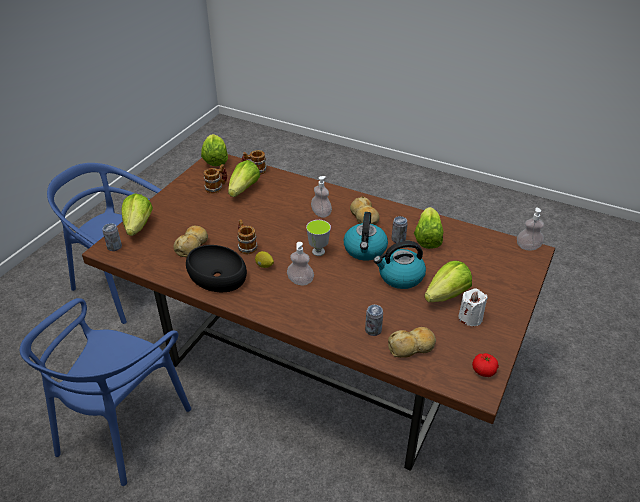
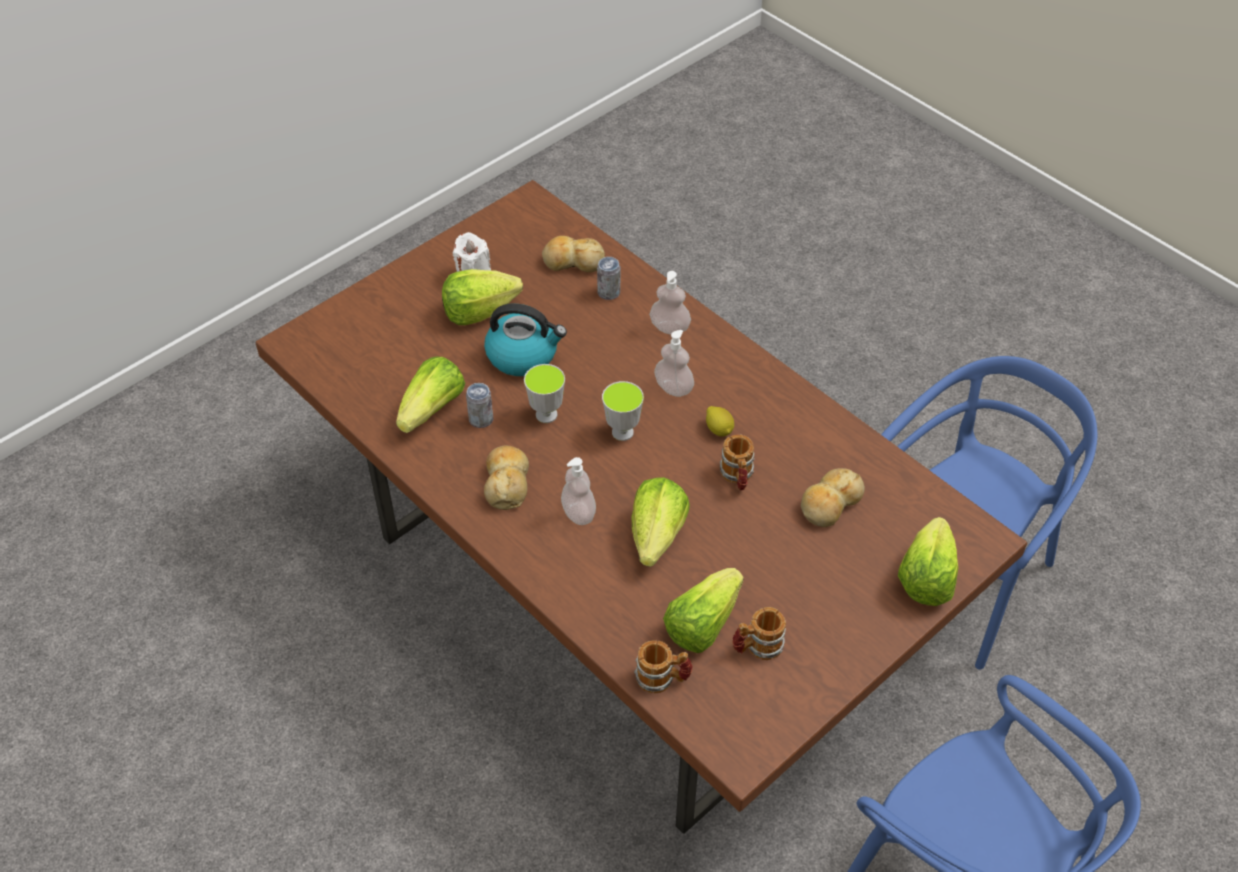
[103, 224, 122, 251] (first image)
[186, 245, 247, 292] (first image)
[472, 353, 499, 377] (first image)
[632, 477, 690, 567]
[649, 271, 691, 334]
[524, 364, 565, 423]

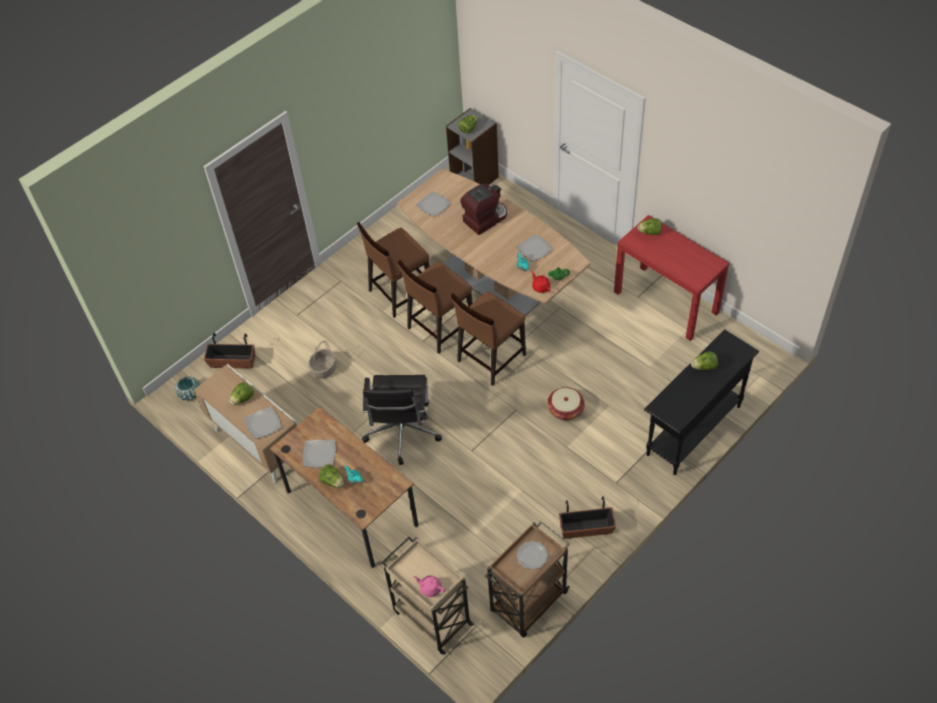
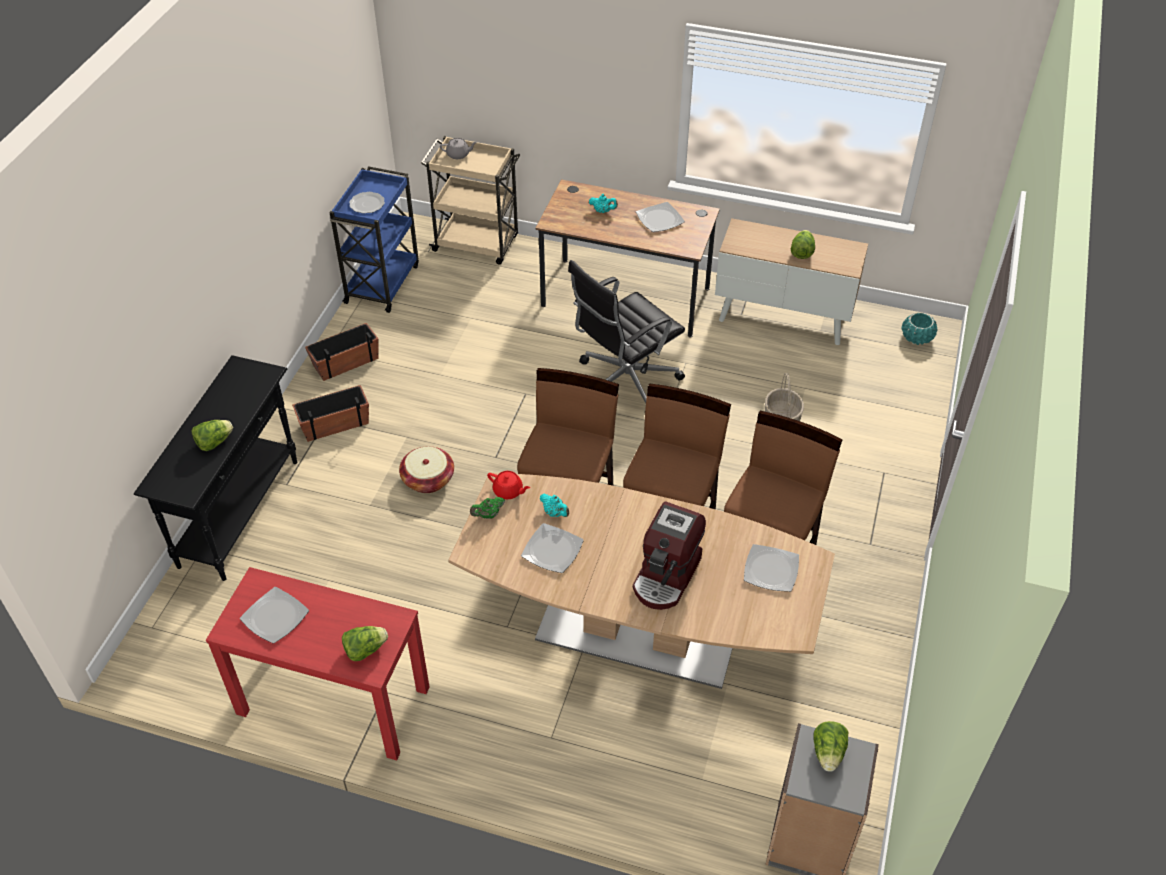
[319, 464, 344, 488] (first image)
[292, 385, 369, 442]
[240, 587, 309, 643]
[440, 138, 477, 159]
[329, 166, 419, 313]
[568, 260, 685, 403]

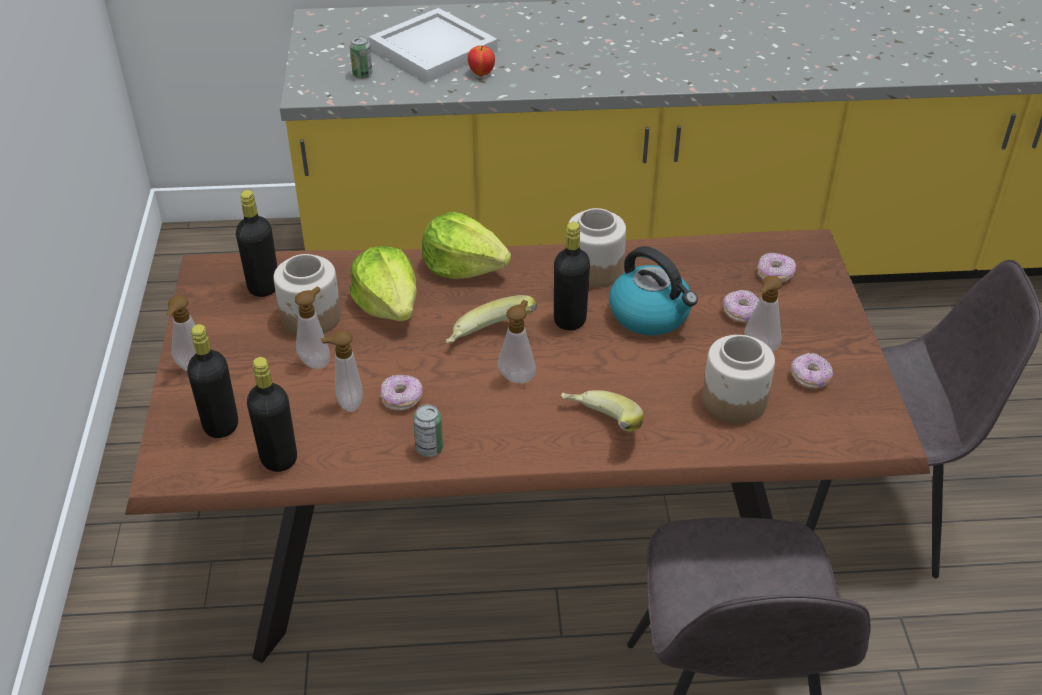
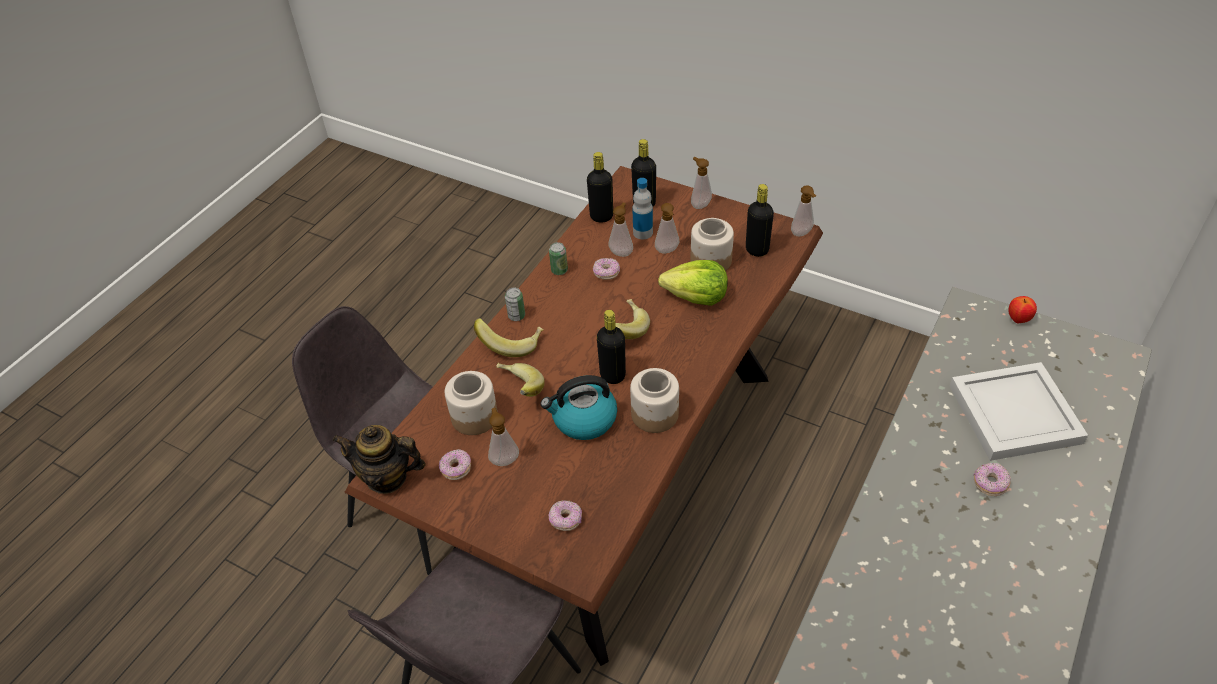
[422, 212, 511, 279] (first image)
[332, 425, 426, 494]
[496, 363, 545, 397]
[632, 178, 653, 239]
[505, 288, 525, 321]
[1009, 296, 1037, 323]
[791, 185, 816, 236]
[973, 463, 1011, 496]

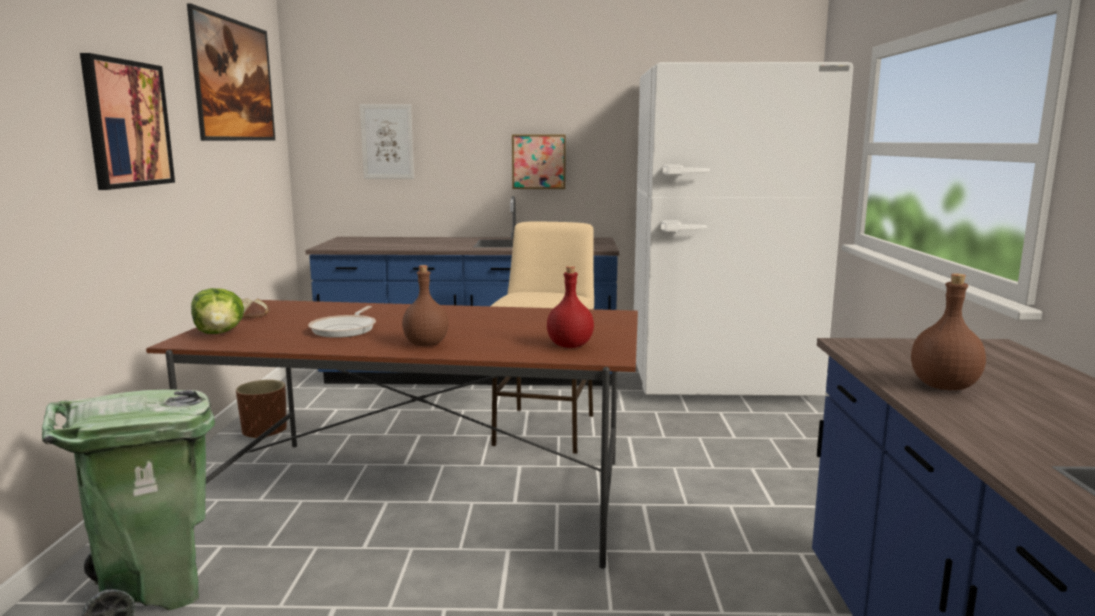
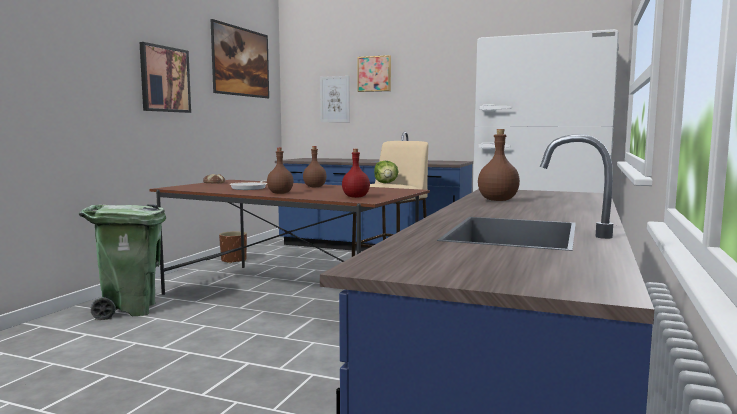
[303, 146, 327, 187]
[374, 161, 398, 183]
[357, 55, 391, 92]

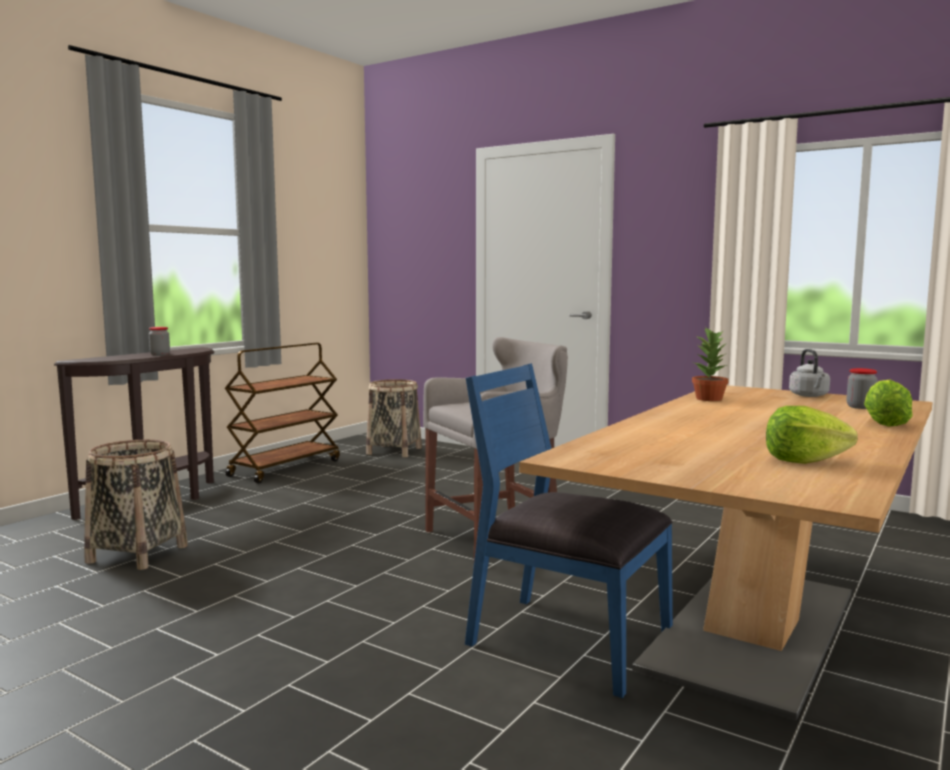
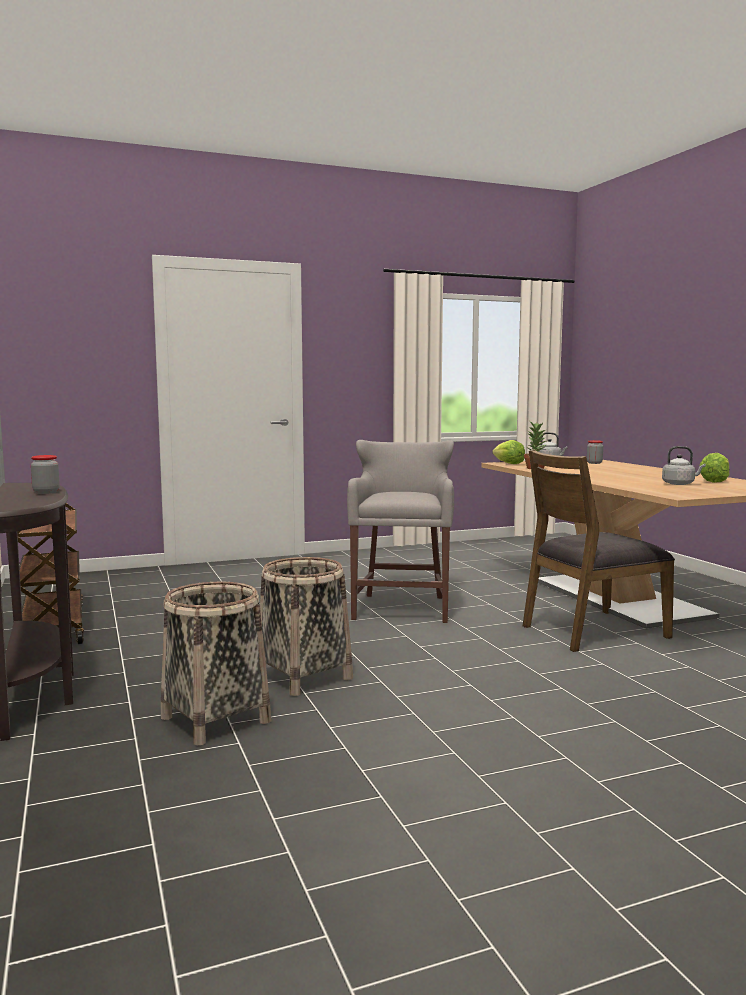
[662, 446, 706, 485]
[260, 557, 353, 696]
[492, 440, 525, 464]
[523, 449, 675, 652]

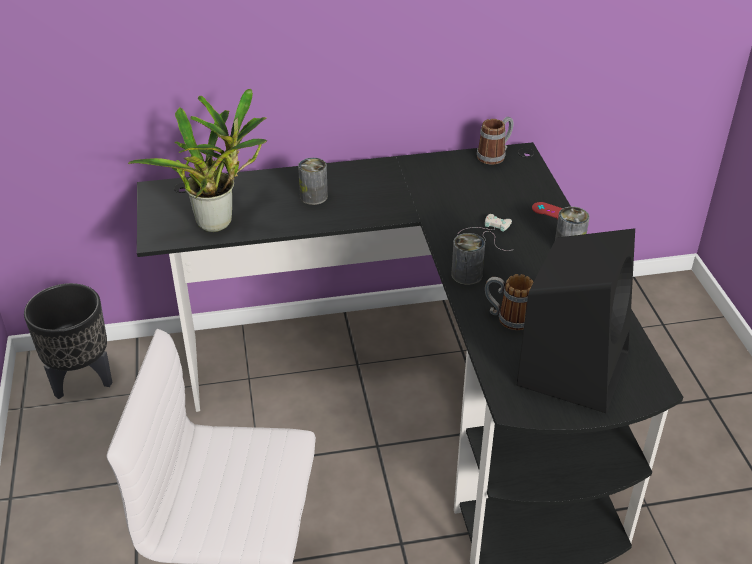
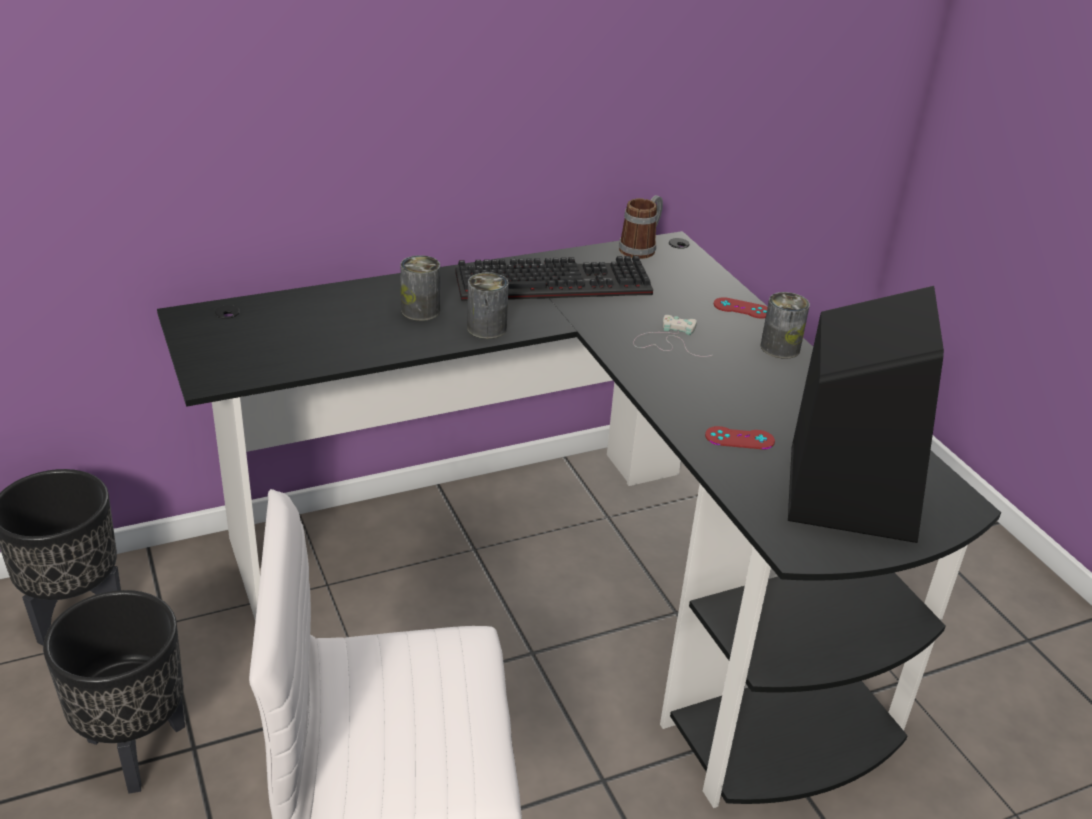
[128, 89, 267, 232] (first image)
[43, 590, 185, 794]
[455, 256, 653, 301]
[467, 272, 509, 339]
[705, 426, 775, 449]

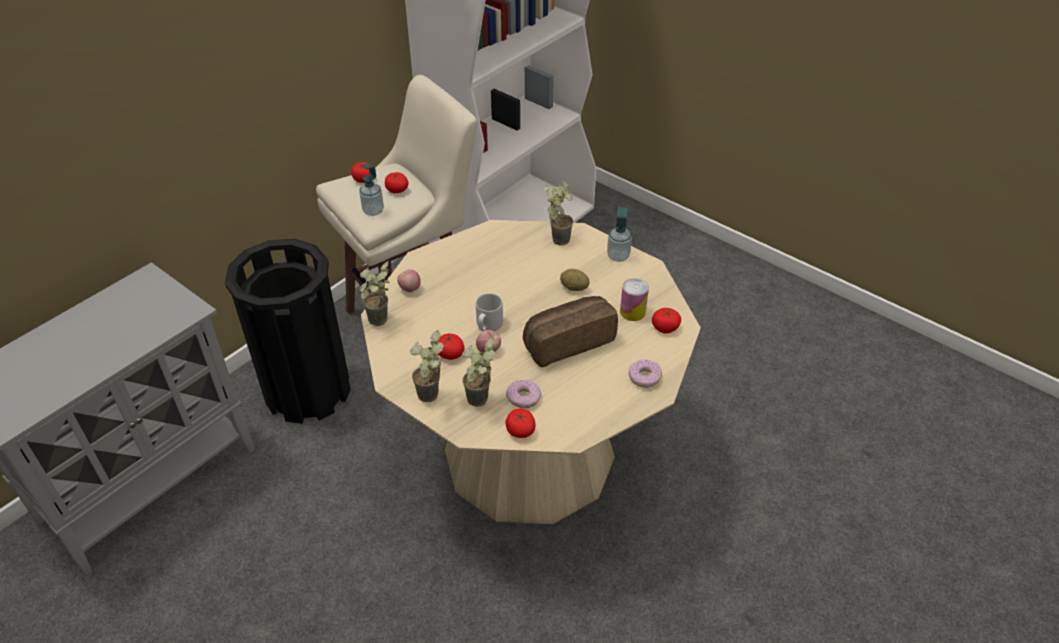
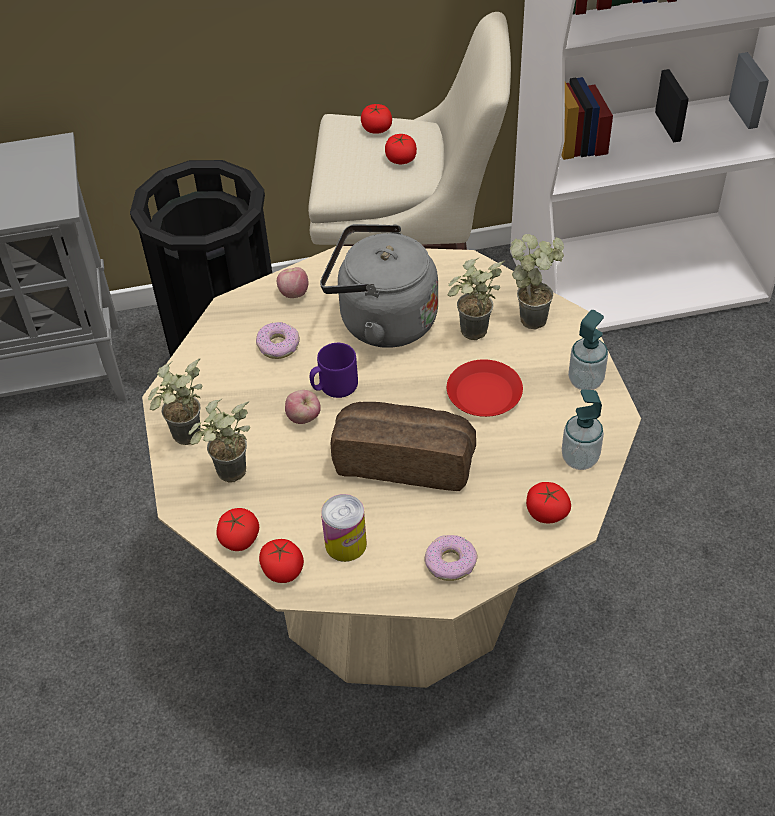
[320, 224, 438, 348]
[562, 389, 604, 470]
[448, 257, 505, 340]
[259, 539, 304, 583]
[256, 322, 300, 359]
[321, 494, 367, 562]
[447, 359, 523, 417]
[310, 343, 358, 398]

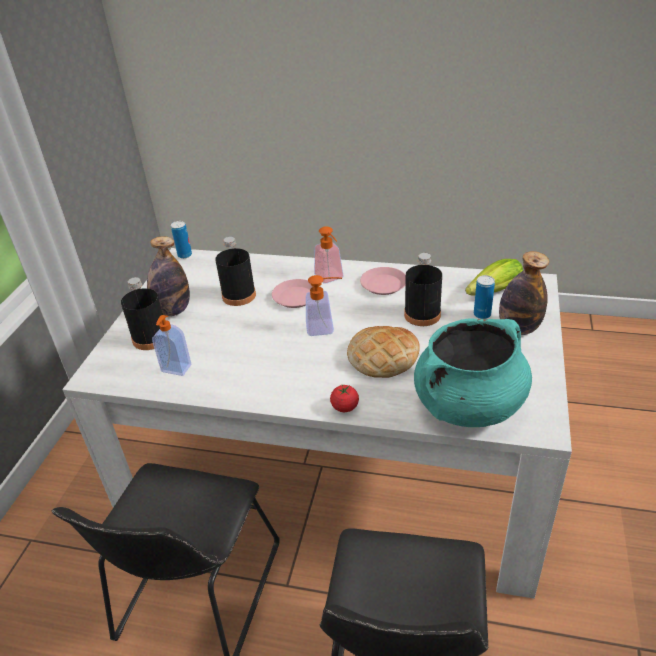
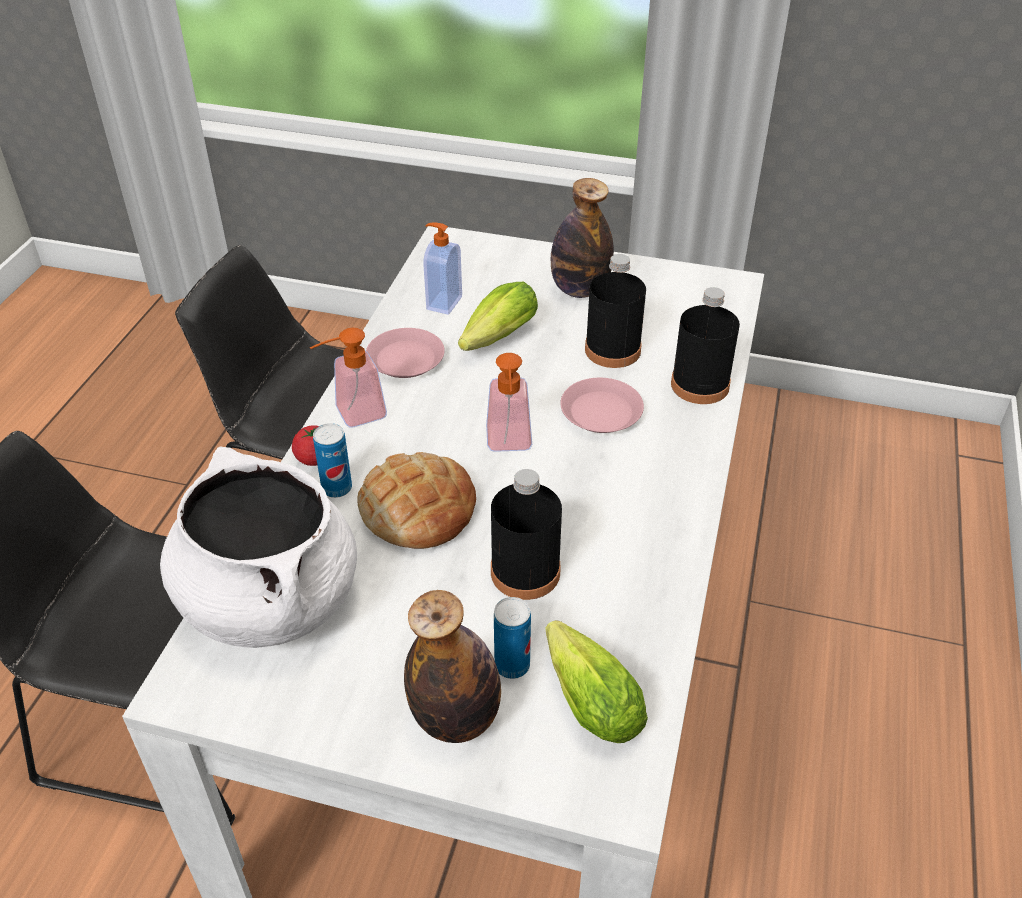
[458, 282, 538, 351]
[671, 287, 740, 404]
[313, 423, 352, 498]
[310, 328, 387, 428]
[366, 328, 445, 378]
[160, 446, 357, 648]

